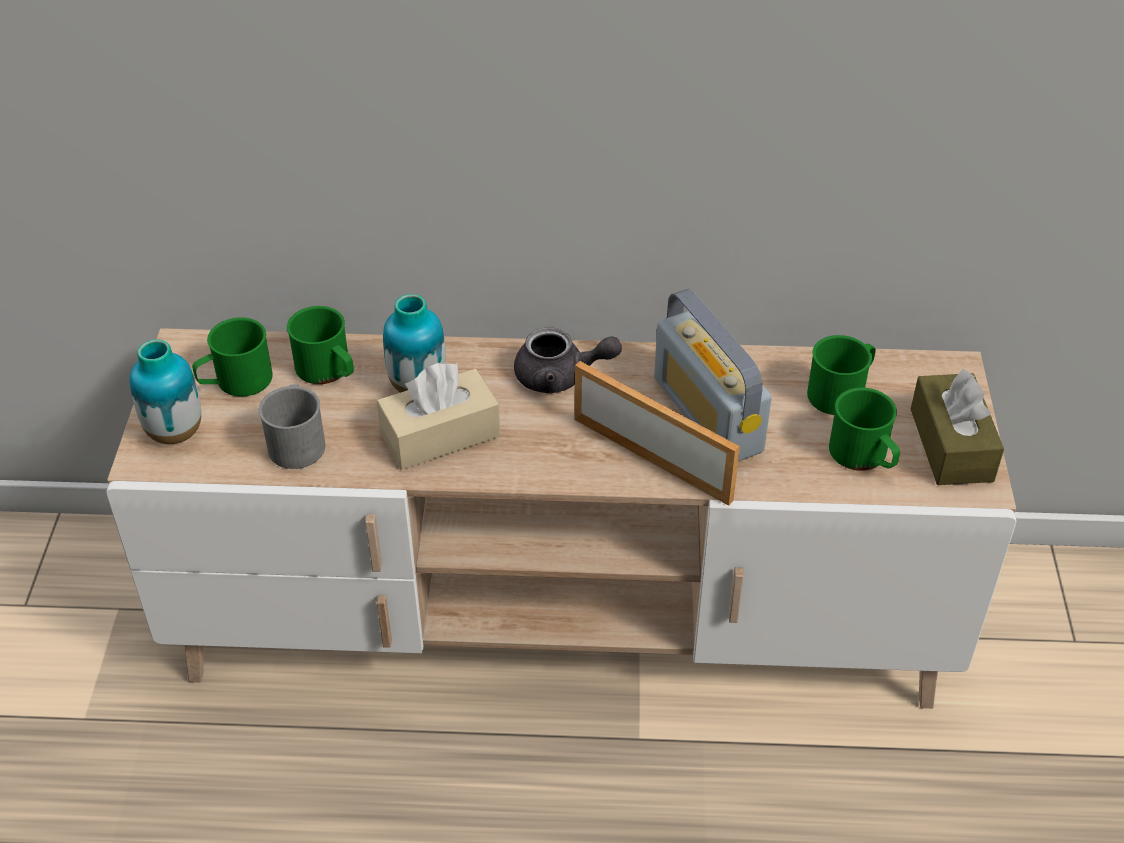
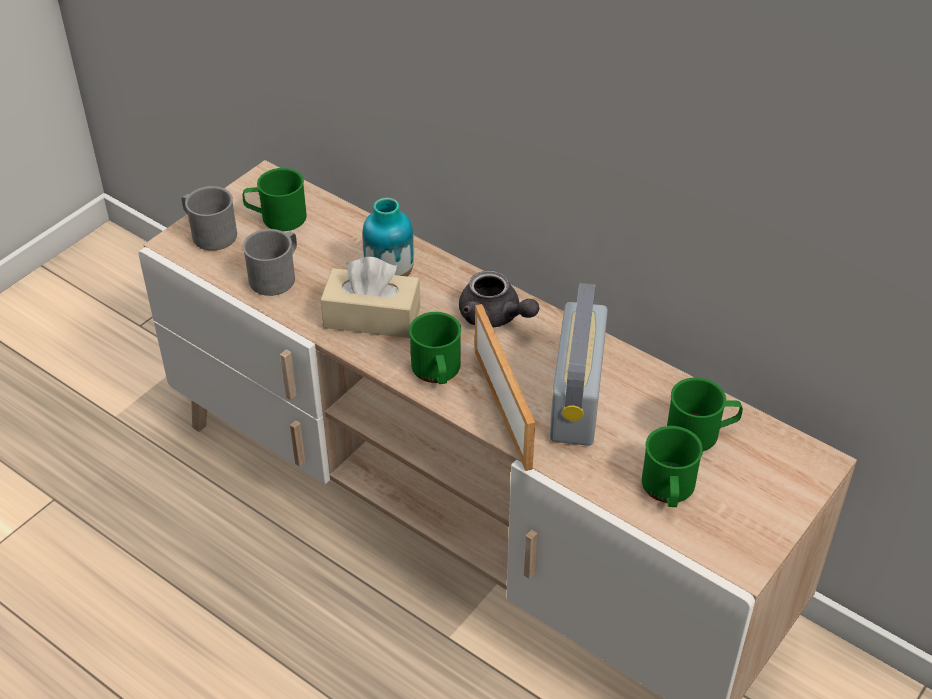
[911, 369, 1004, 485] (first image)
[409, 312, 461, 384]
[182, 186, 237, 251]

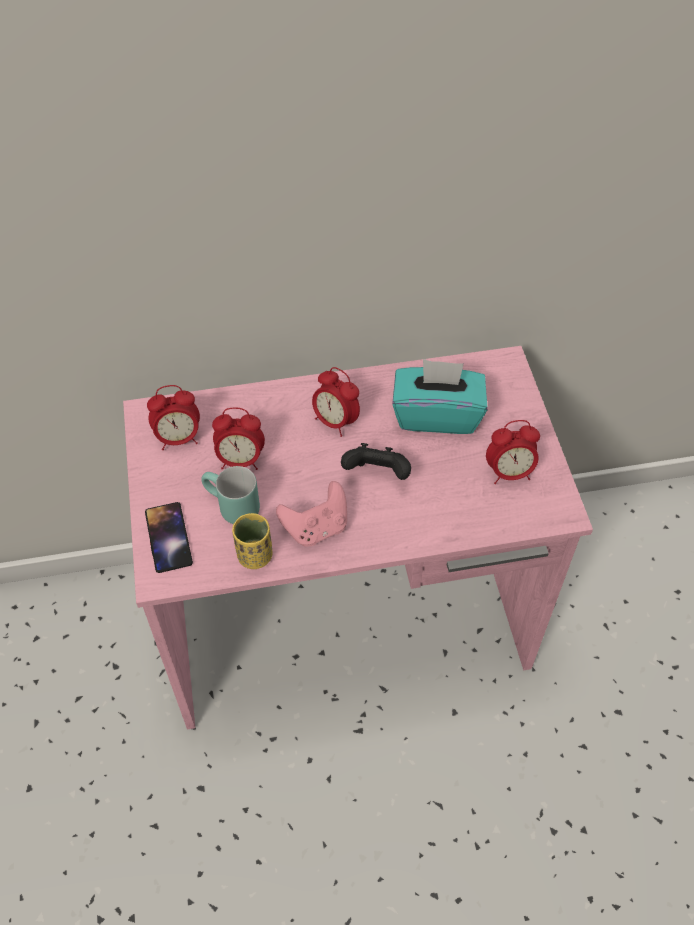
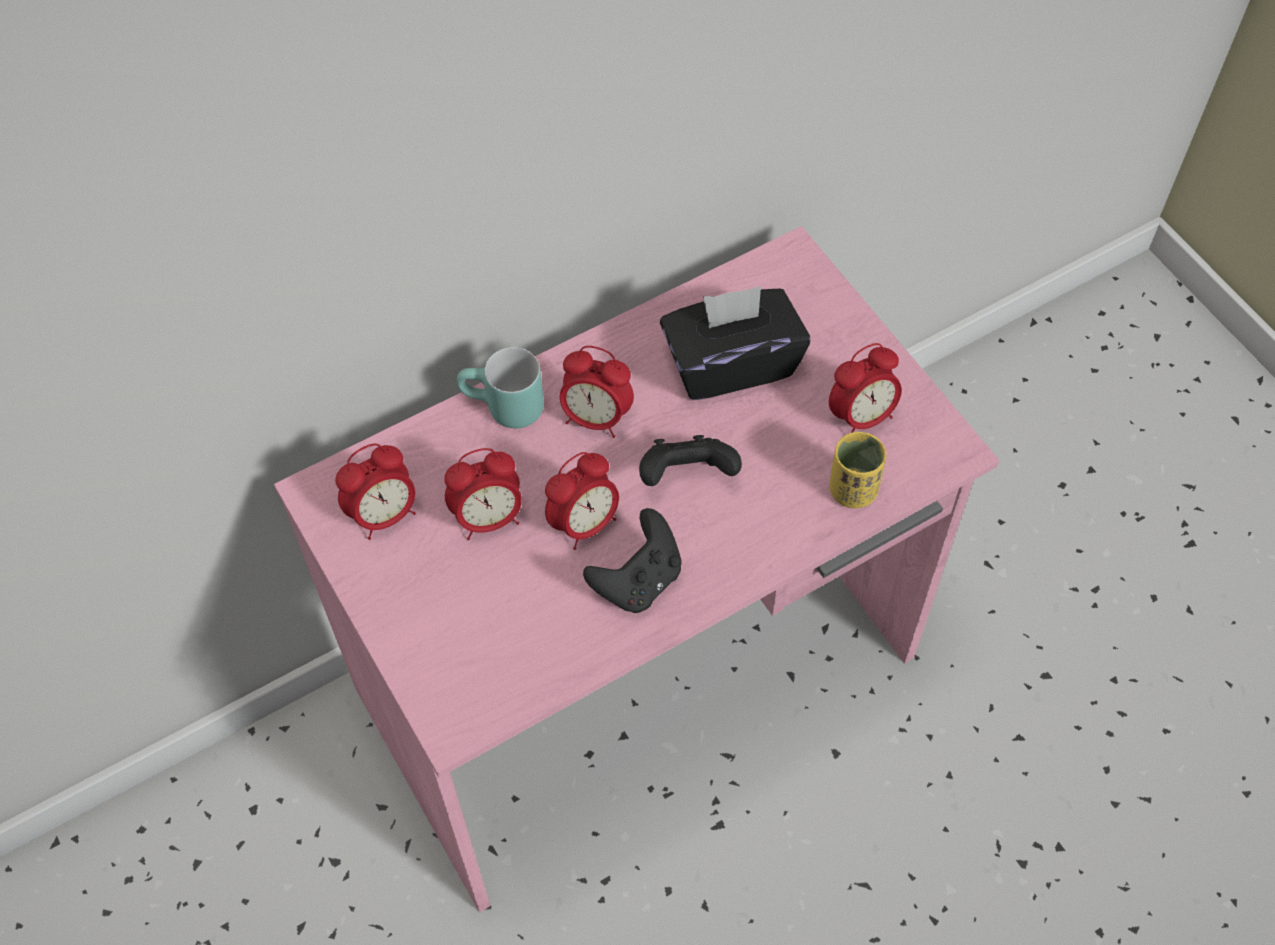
[145, 502, 193, 573] (first image)
[545, 452, 619, 550]
[457, 347, 544, 429]
[830, 432, 886, 508]
[583, 508, 682, 613]
[660, 286, 810, 400]

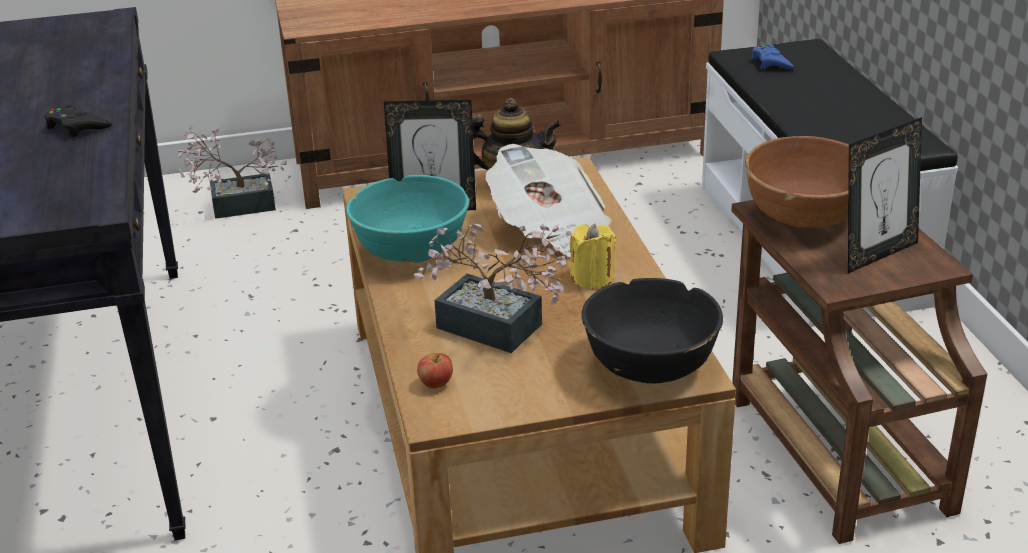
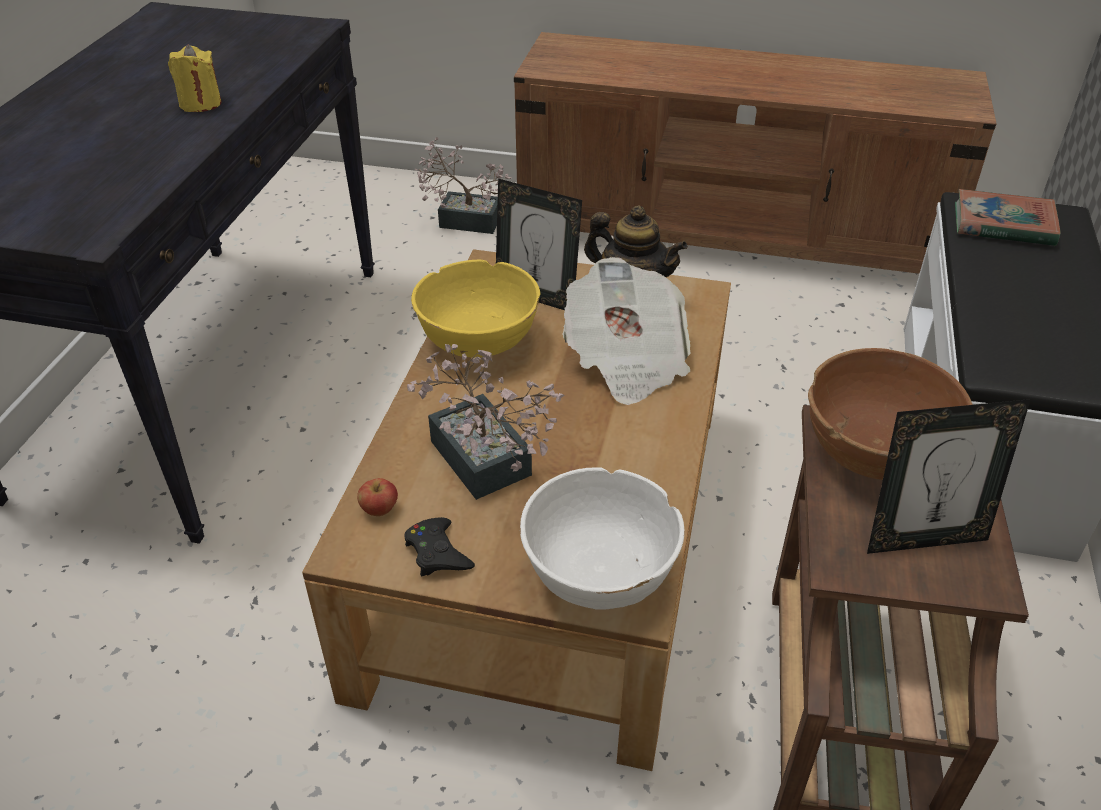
[404, 517, 475, 576]
[168, 44, 222, 112]
[955, 189, 1061, 246]
[411, 260, 541, 358]
[520, 467, 685, 609]

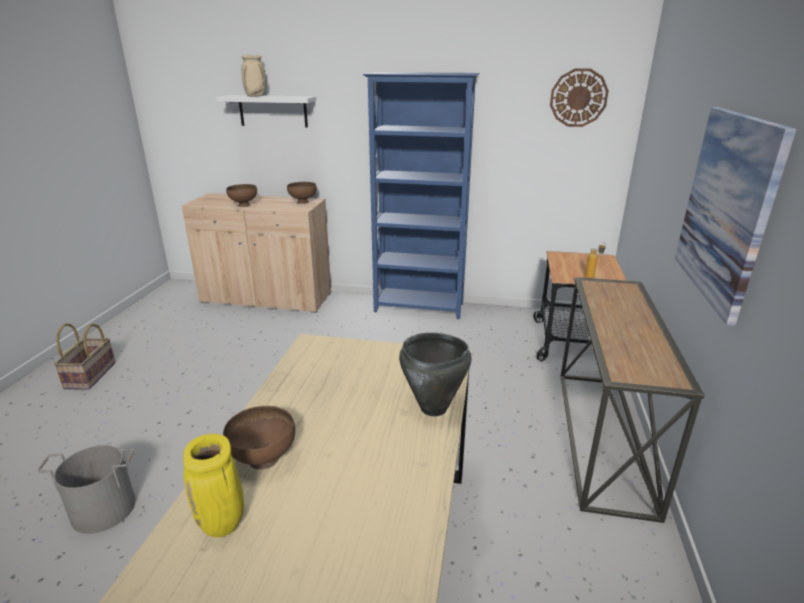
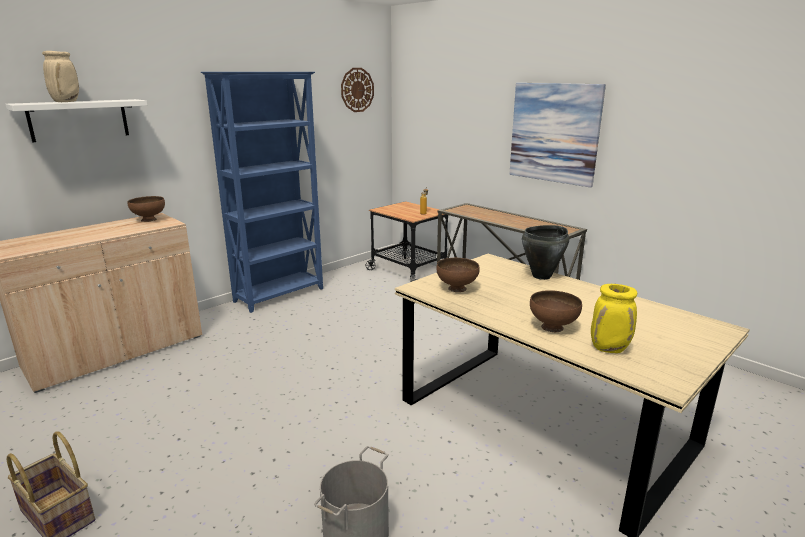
[437, 258, 480, 292]

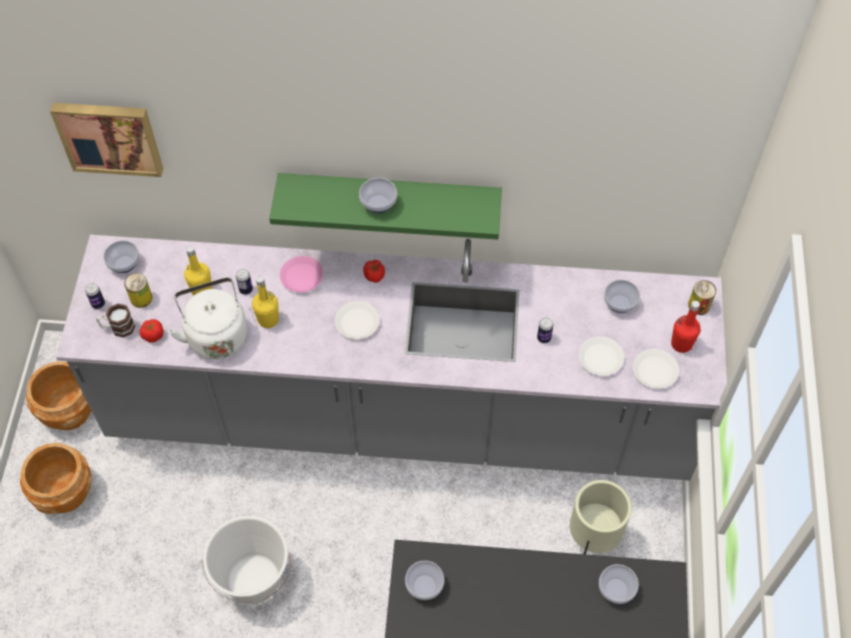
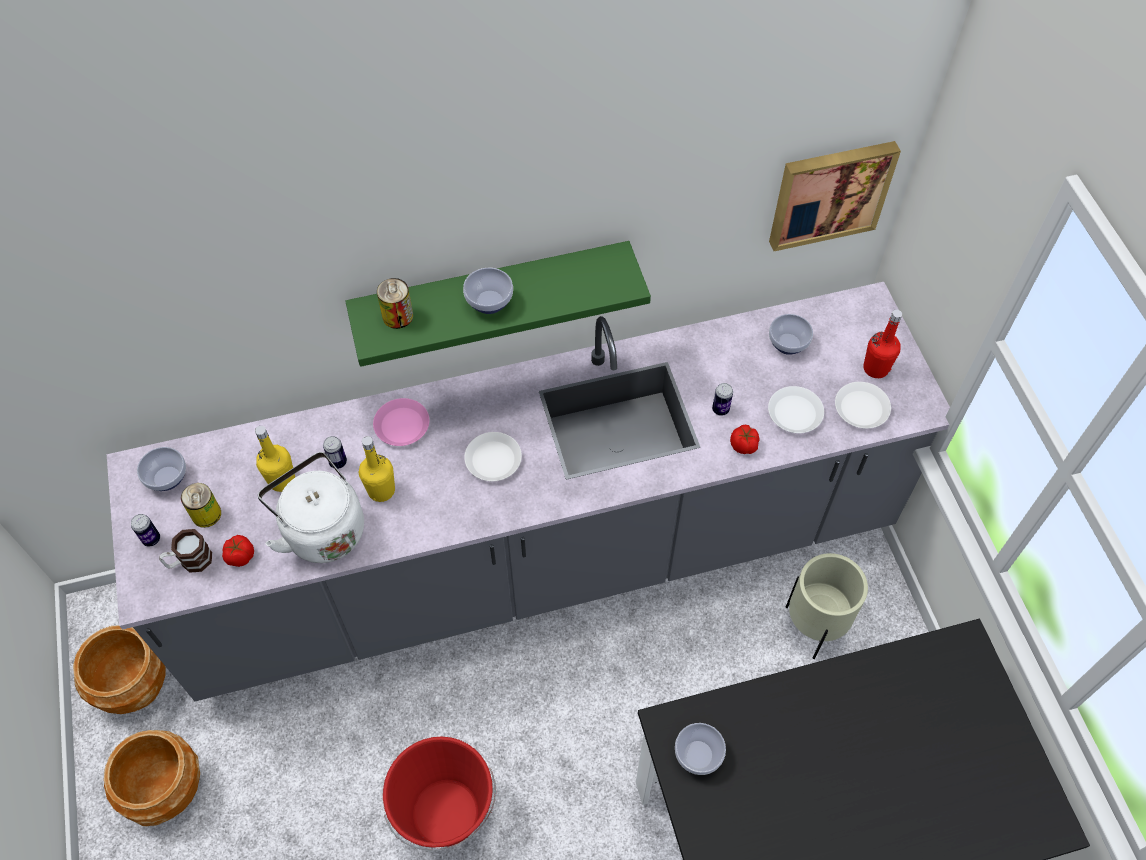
[599, 564, 639, 604] (first image)
[769, 141, 901, 251]
[730, 425, 759, 454]
[377, 278, 413, 329]
[383, 736, 496, 851]

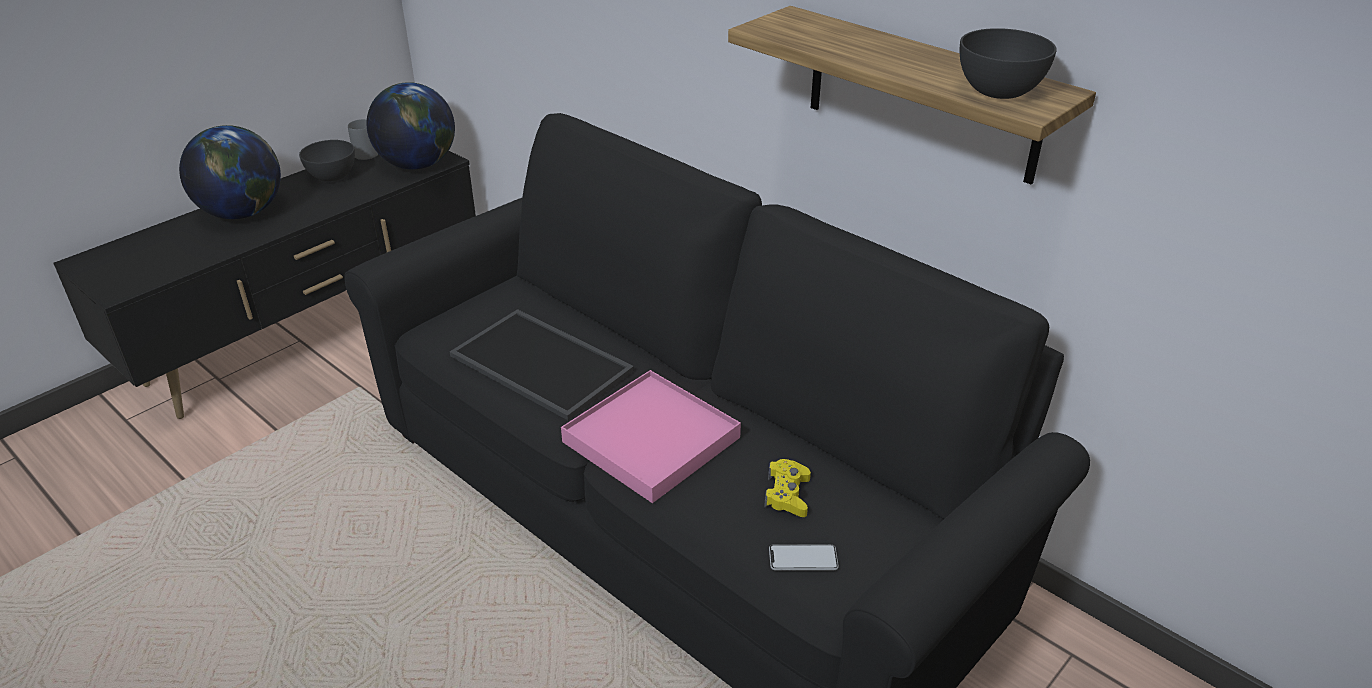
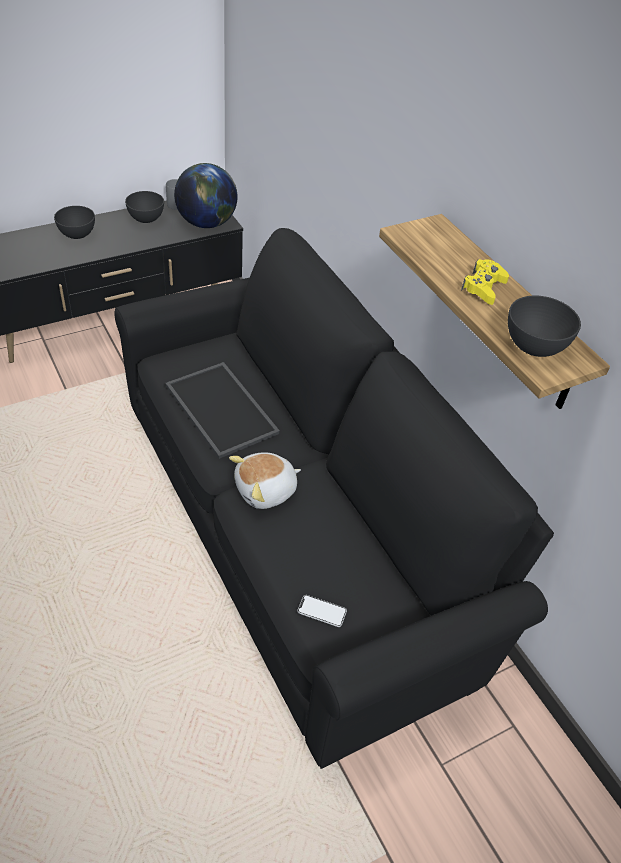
[461, 259, 509, 305]
[54, 206, 95, 239]
[229, 452, 301, 509]

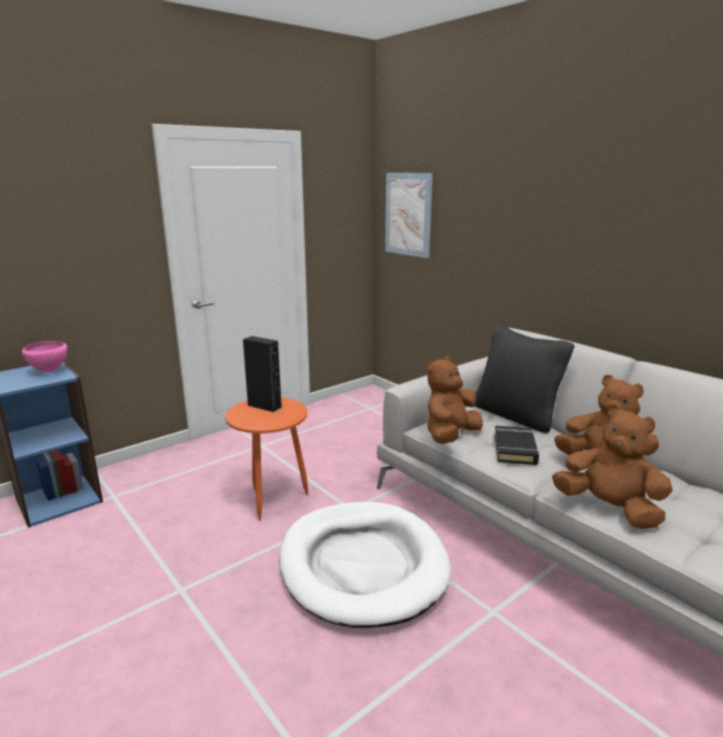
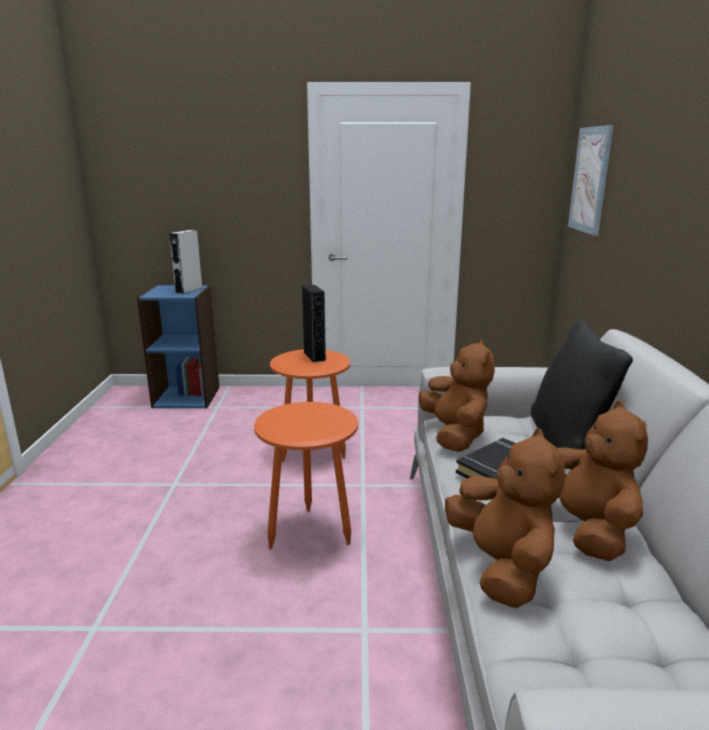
[169, 230, 203, 294]
[254, 402, 358, 549]
[418, 339, 495, 452]

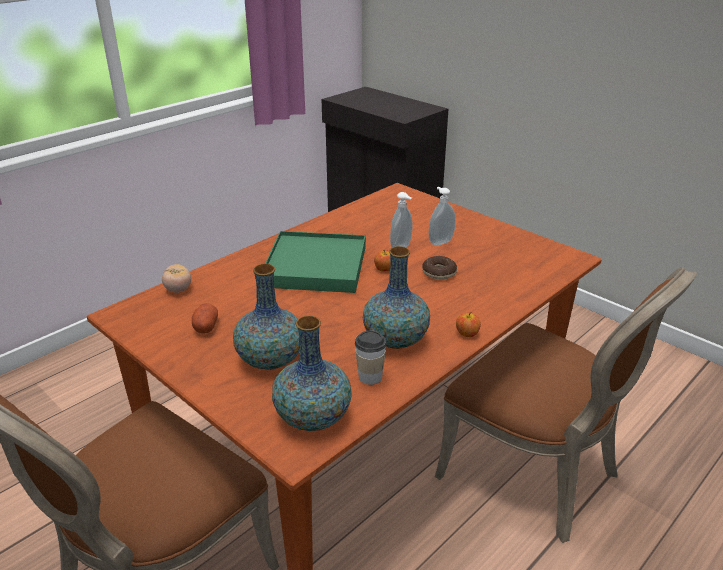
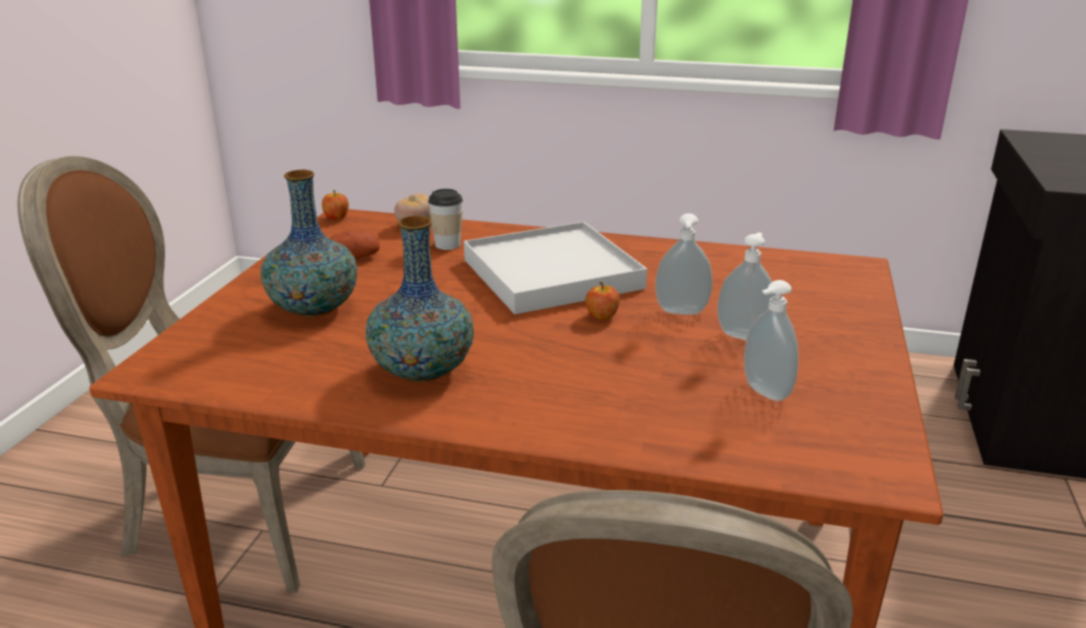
[272, 316, 352, 431] (first image)
[422, 256, 457, 280] (first image)
[744, 280, 799, 401]
[428, 189, 463, 250]
[322, 190, 349, 220]
[464, 222, 647, 314]

